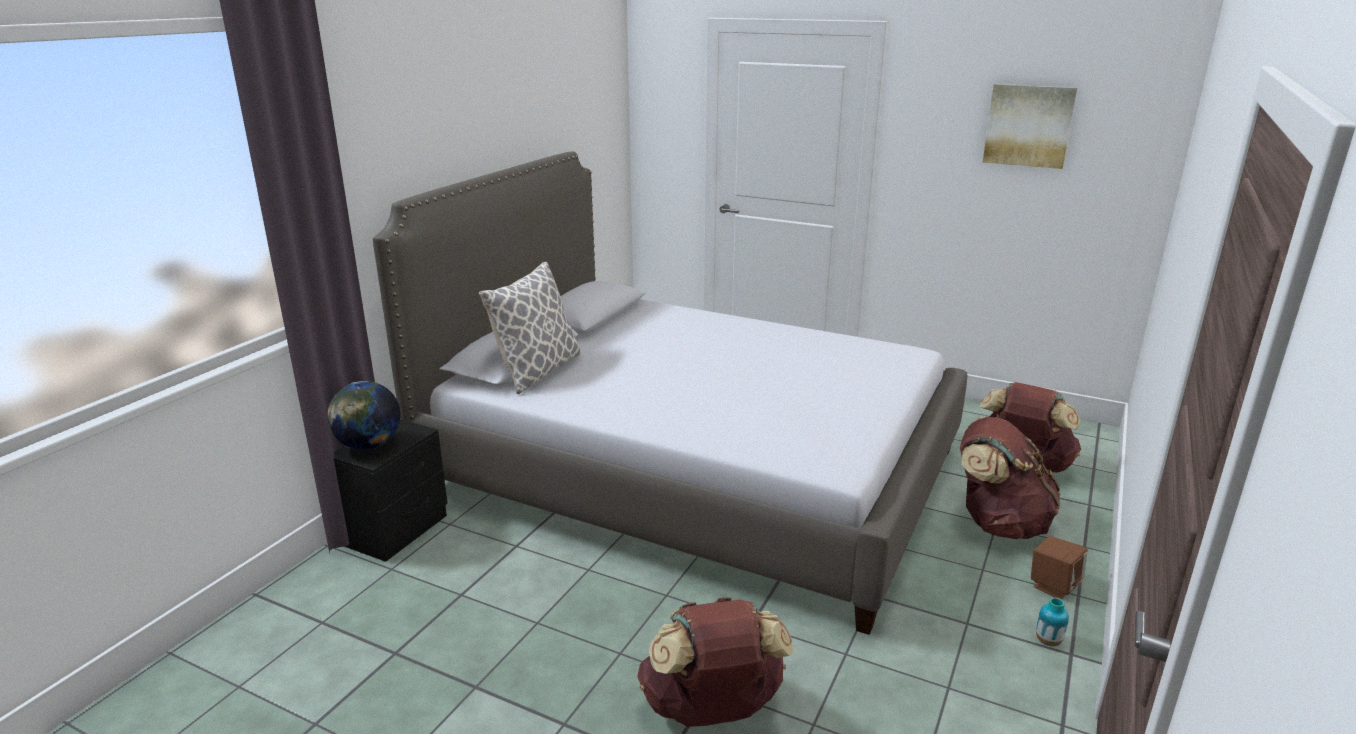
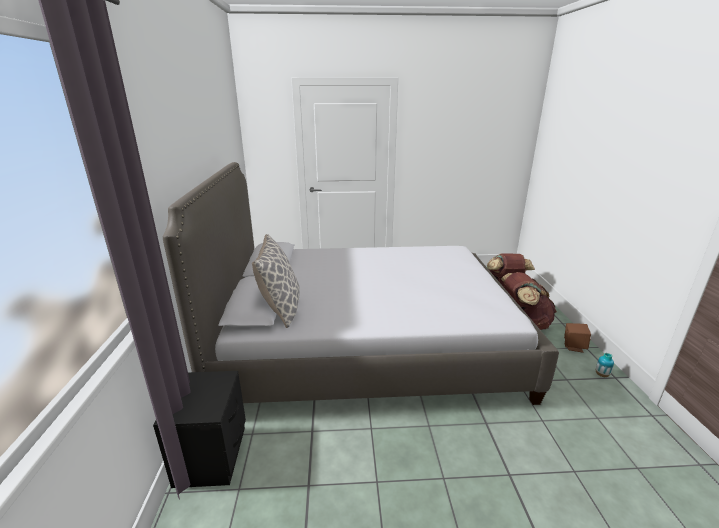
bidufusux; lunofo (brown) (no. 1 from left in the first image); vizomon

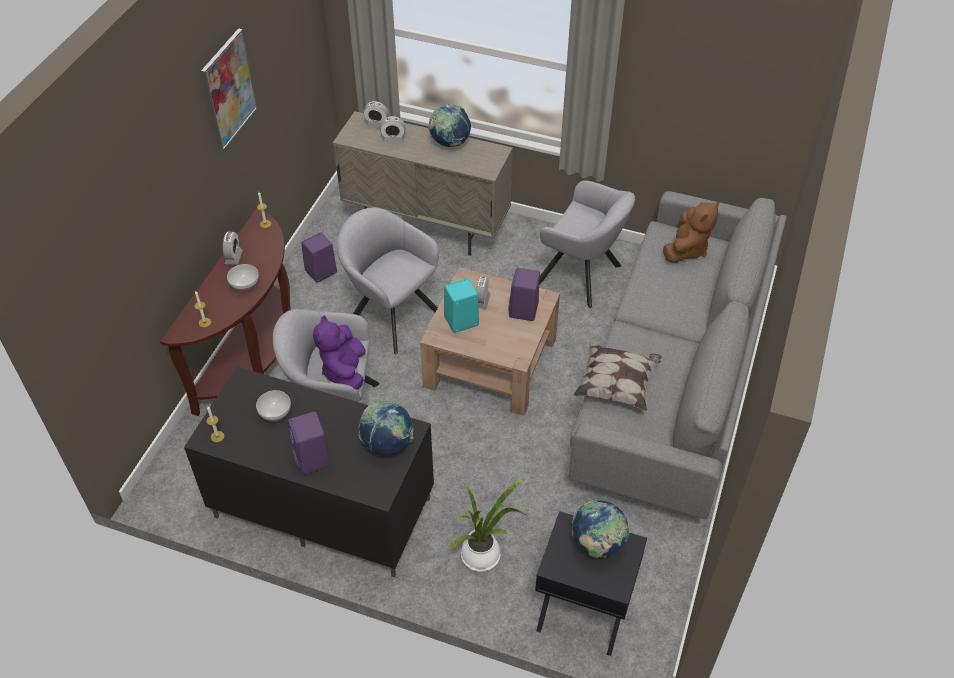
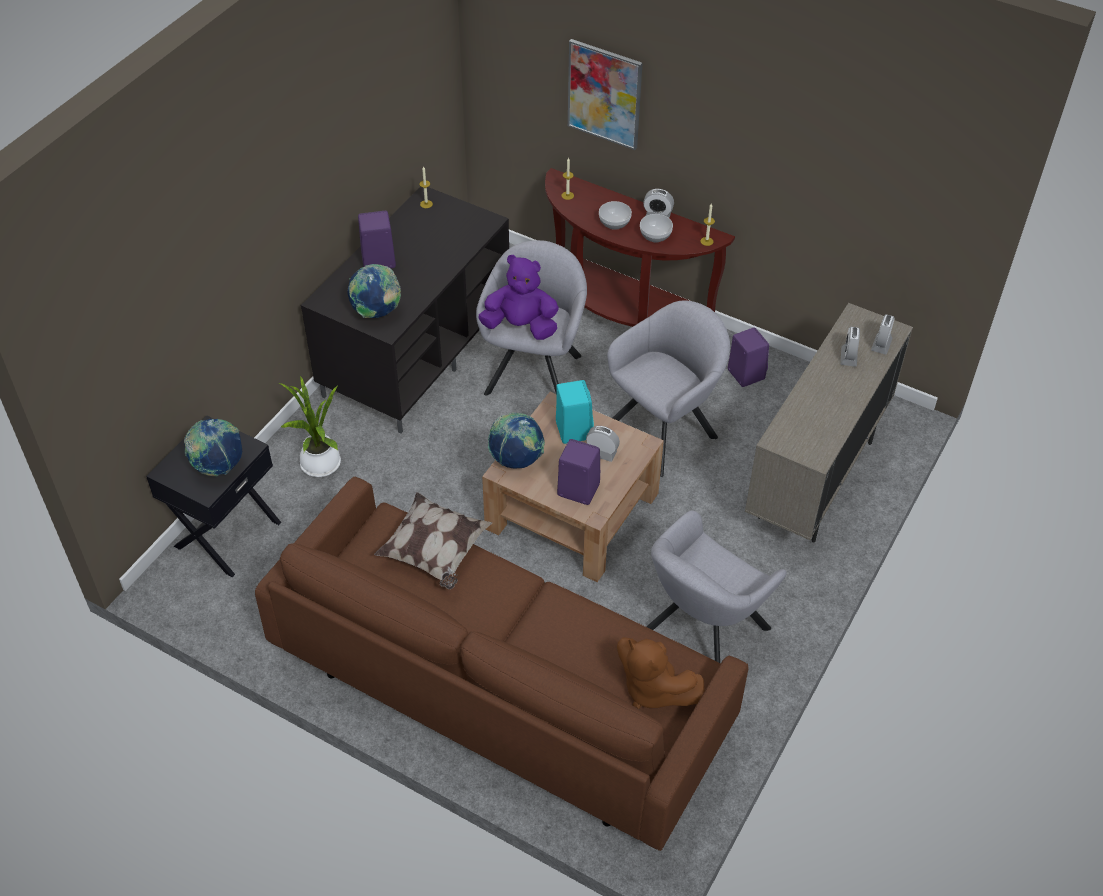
vizomon; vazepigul (no. 2 from left); bidufusux (no. 3 from left); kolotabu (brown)

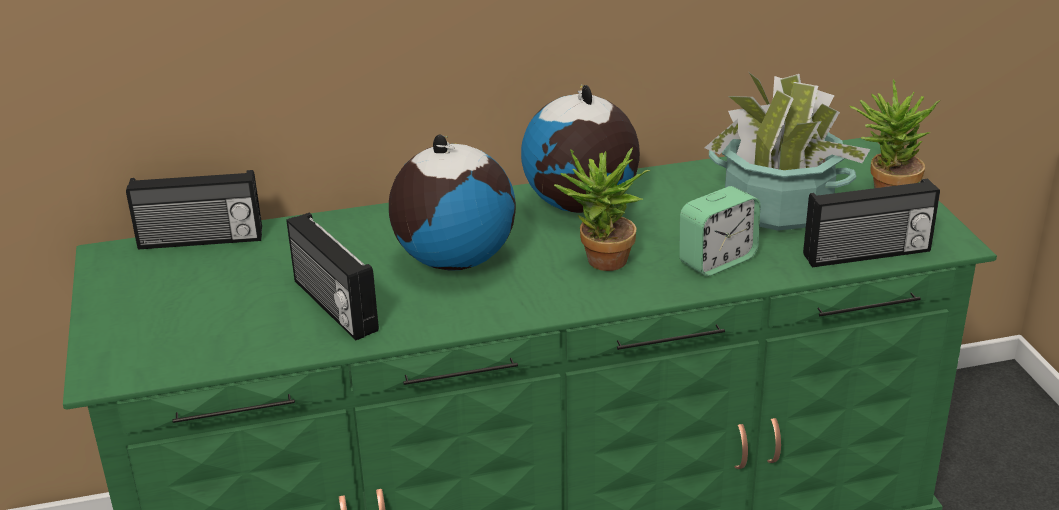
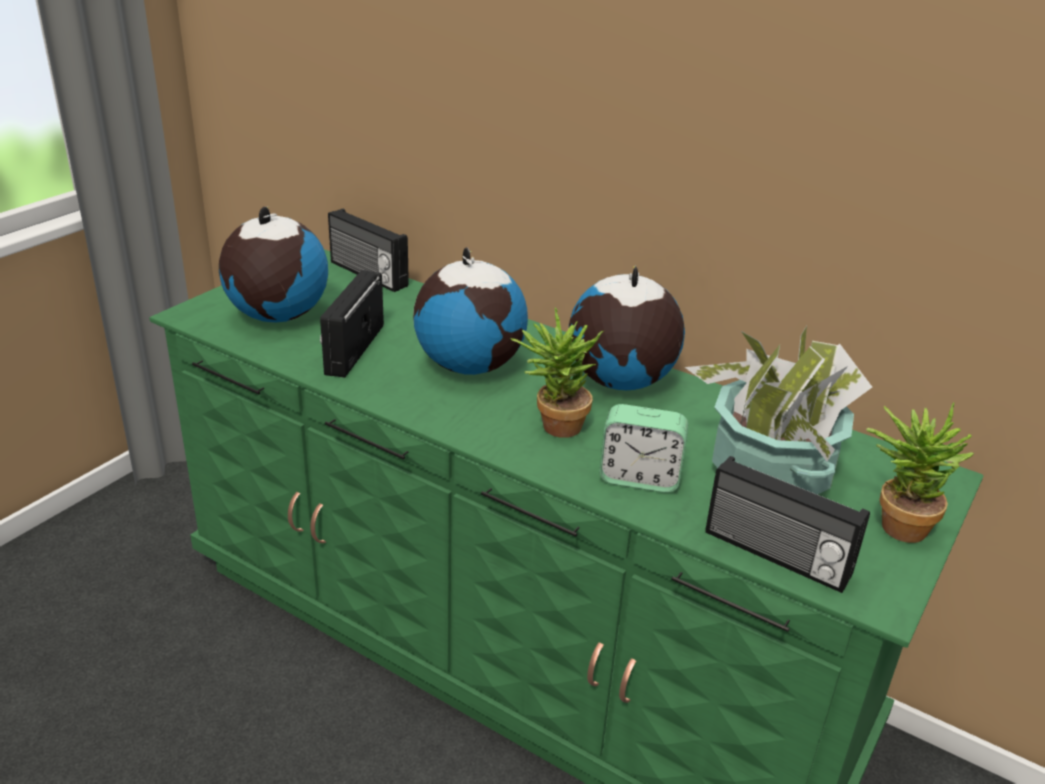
bidufusux (no. 1 from left)

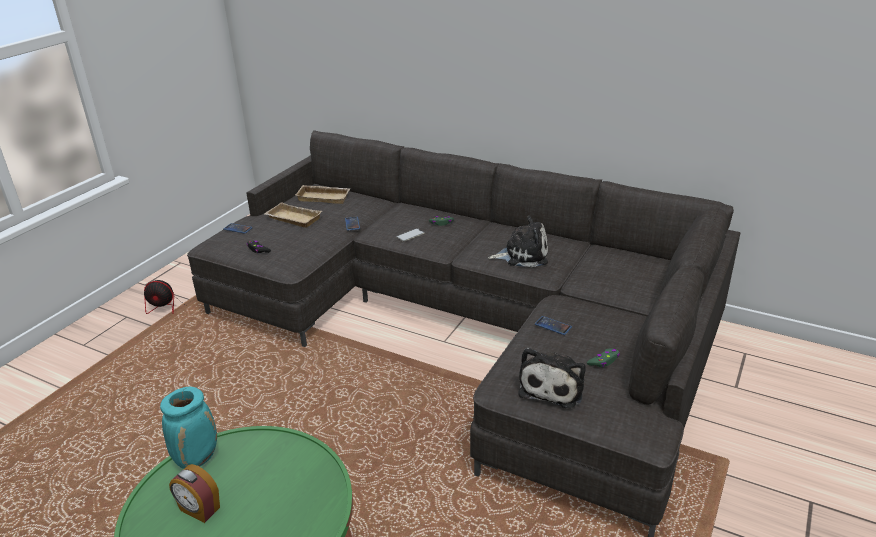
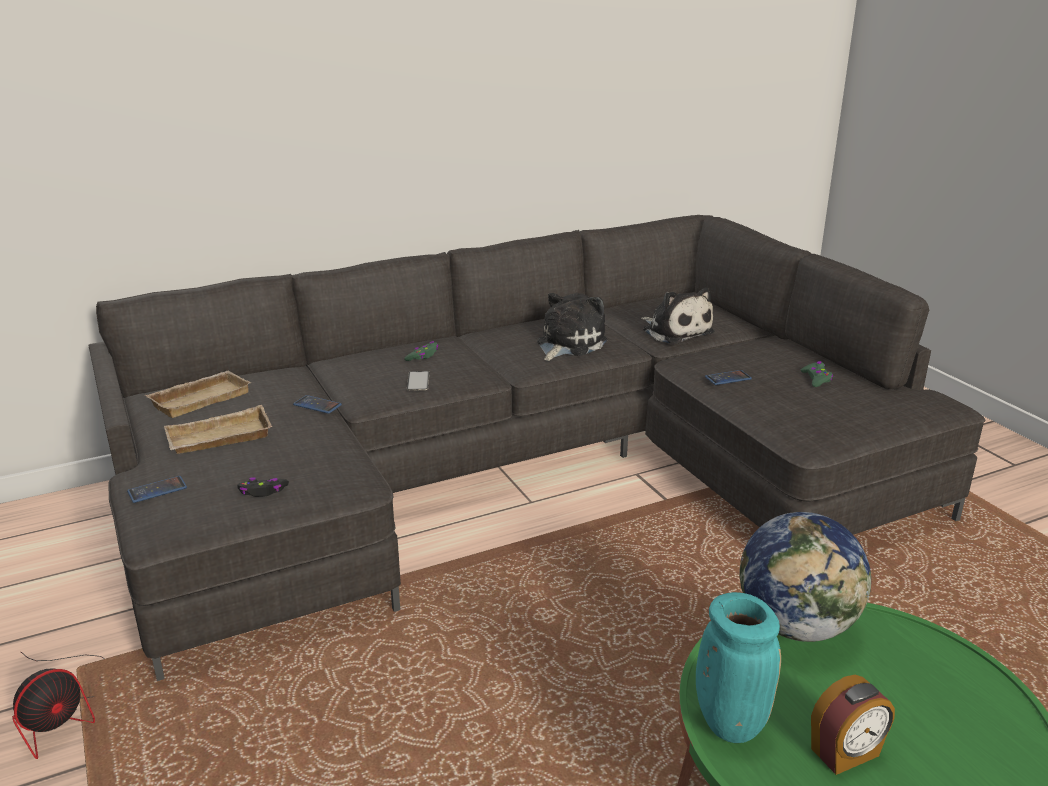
bidufusux; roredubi (no. 2 from left)

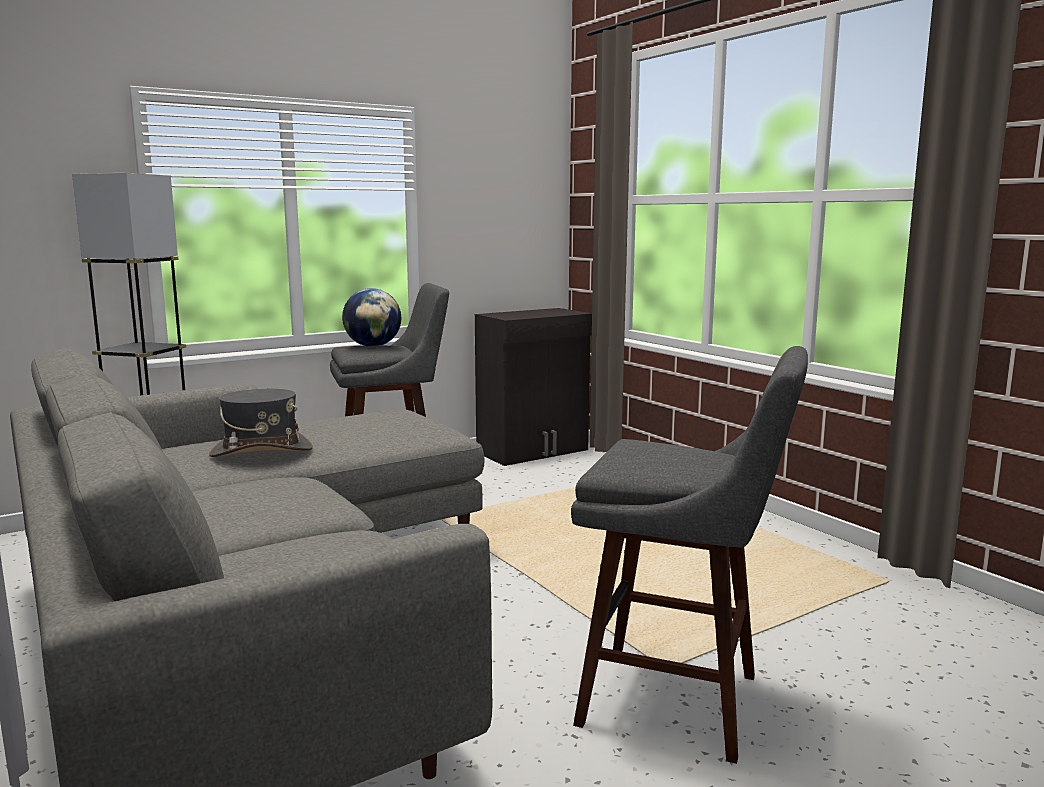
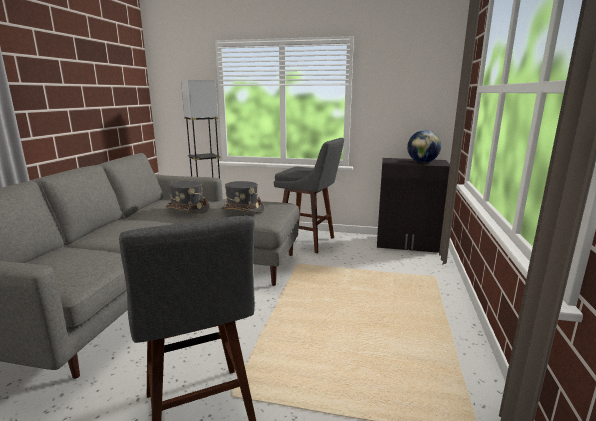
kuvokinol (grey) (no. 2 from left); bidufusux

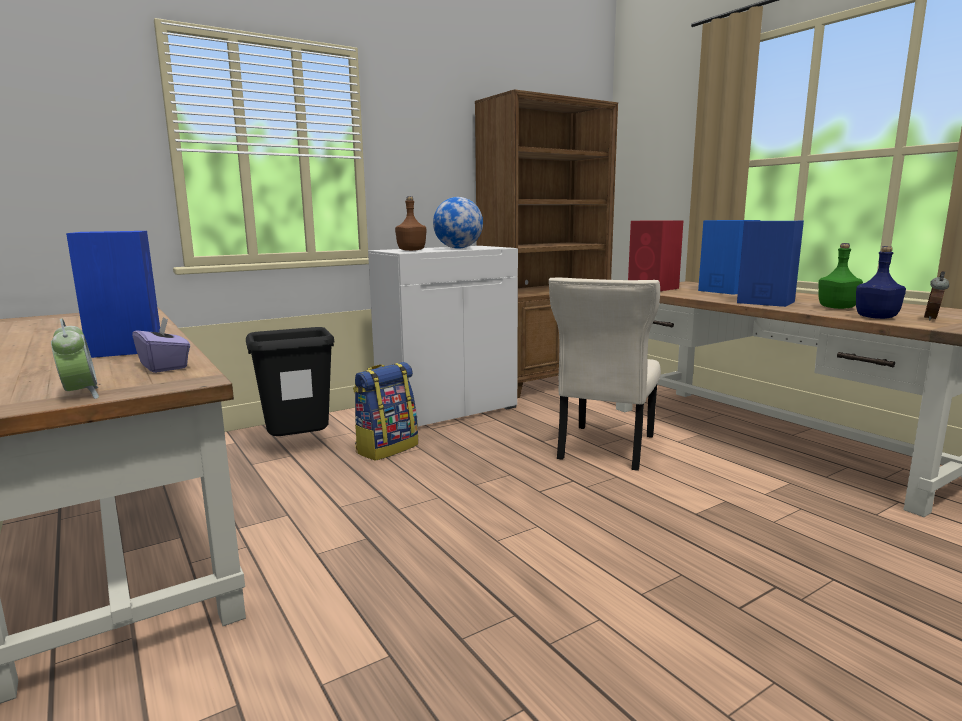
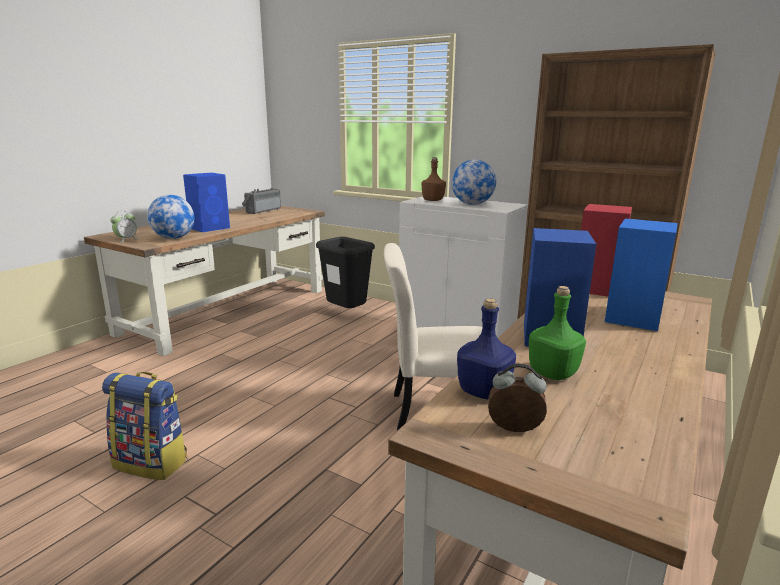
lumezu; lunofo; bidufusux (no. 1 from left)

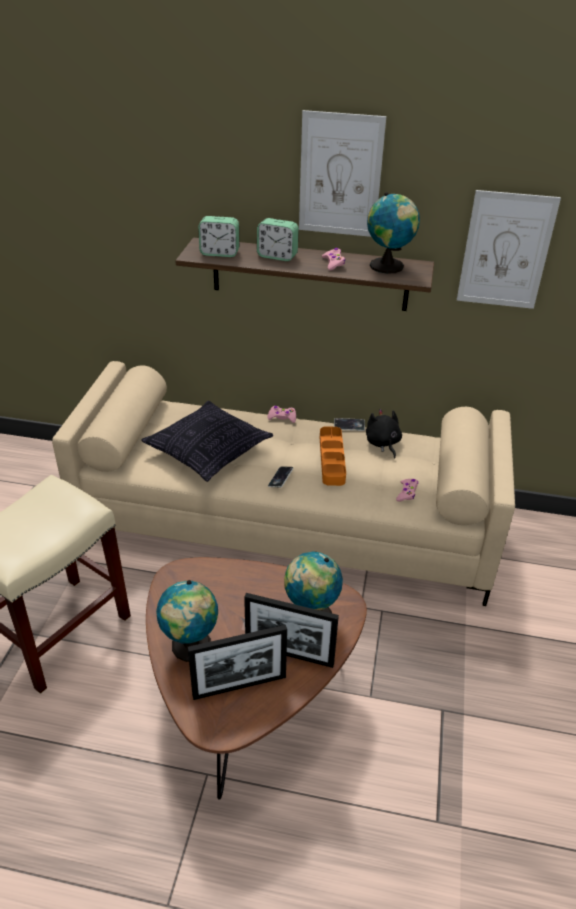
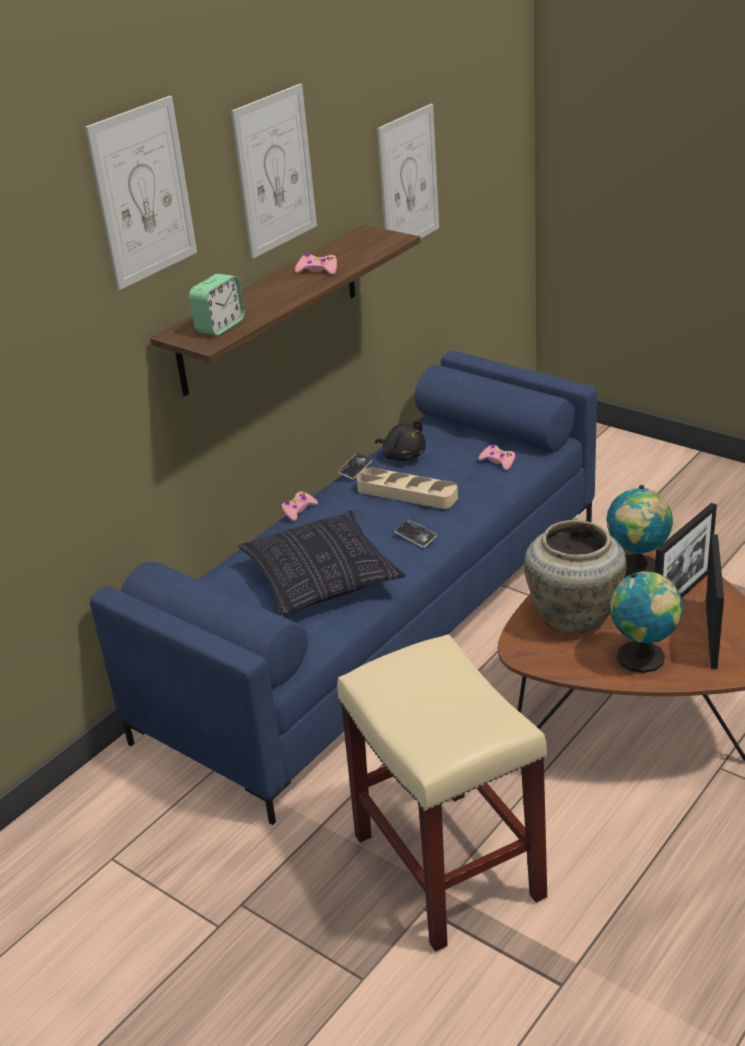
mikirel (no. 2 from left in the first image); bidufusux (no. 3 from left in the first image); vizomon (no. 1 from left); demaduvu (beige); kolotabu (blue); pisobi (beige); roredubi (black)

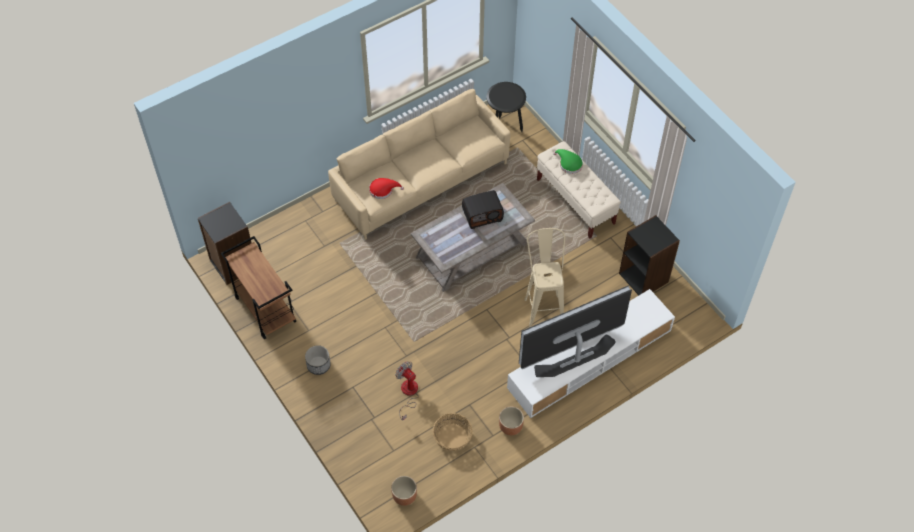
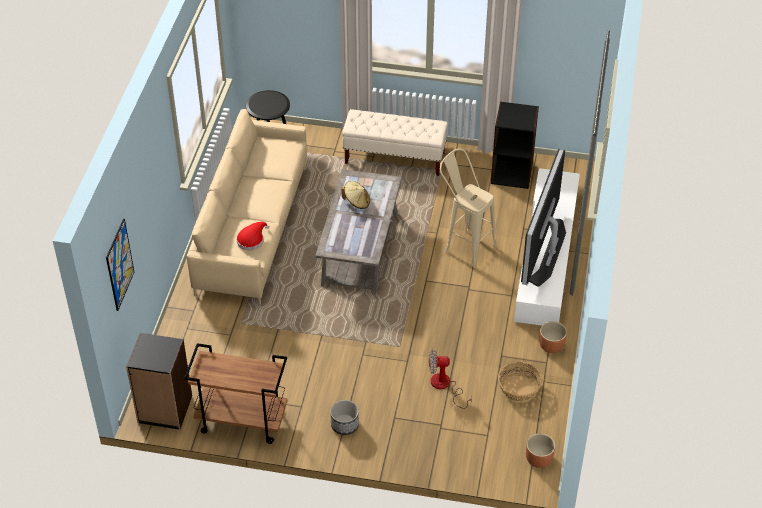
kuvokinol (green); vizomon; kuvokinol (beige)

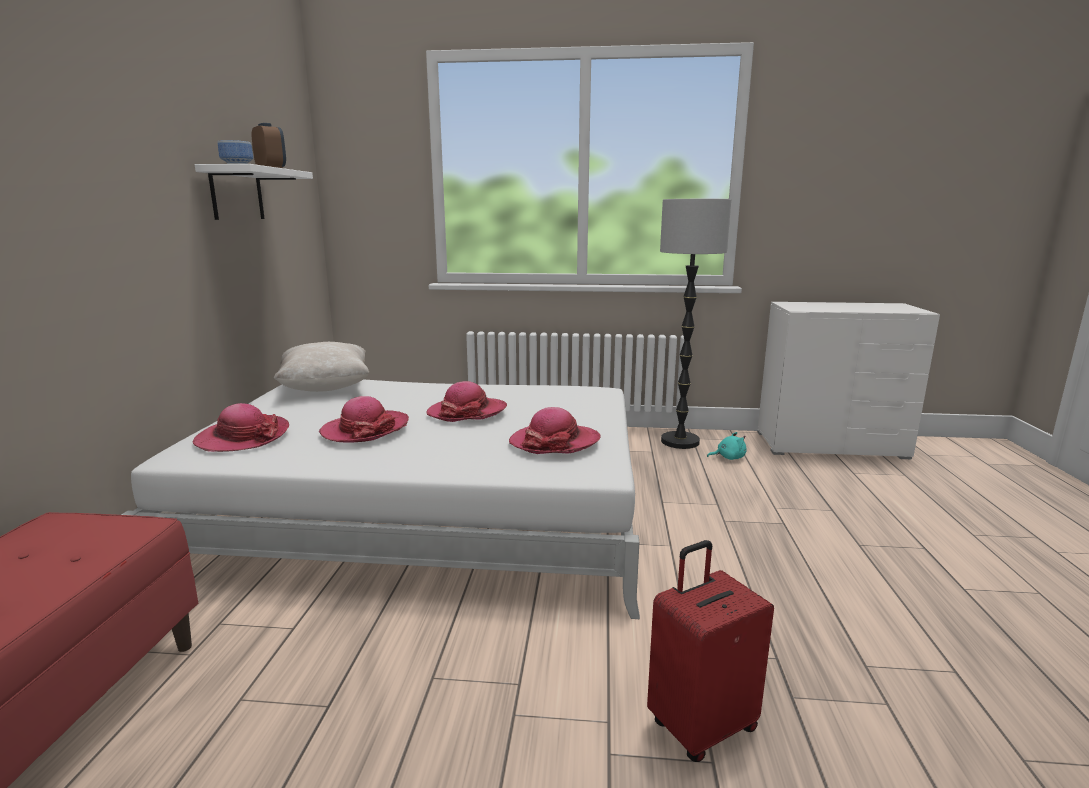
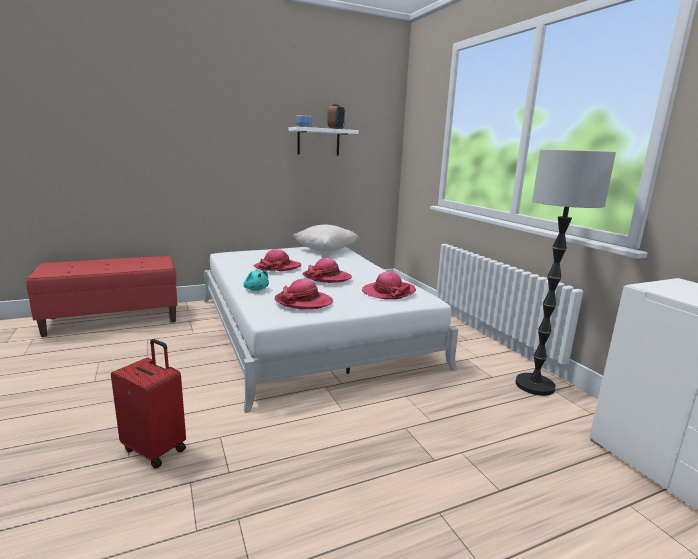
kuvokinol (no. 4 from left); roredubi (turquoise)

